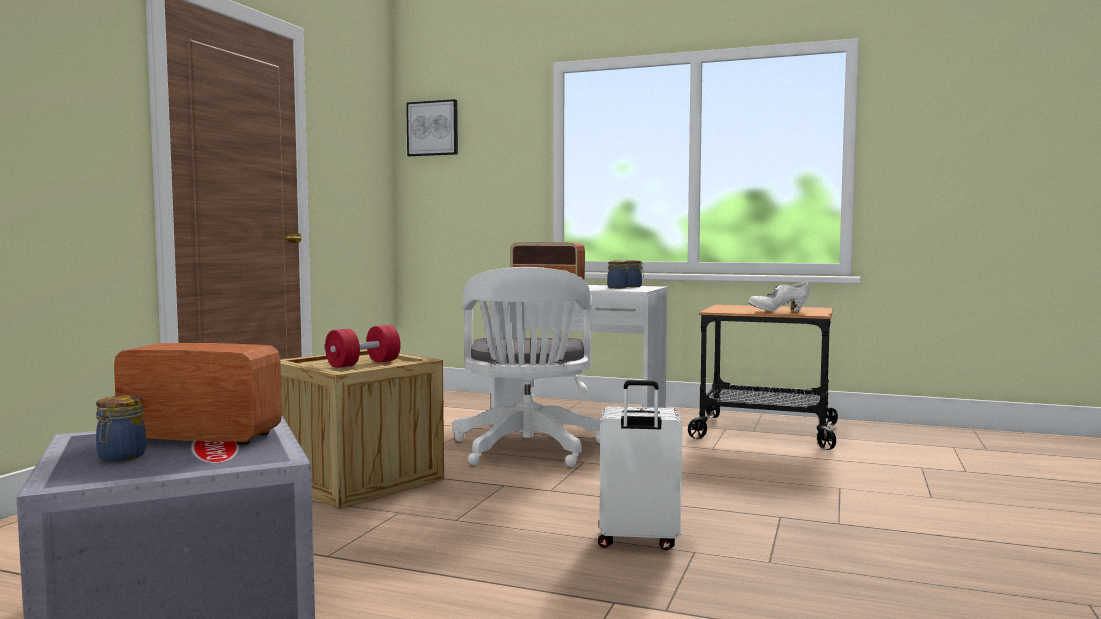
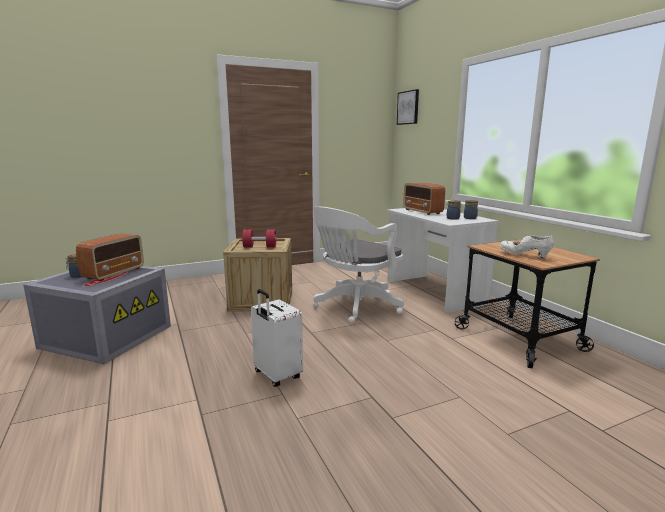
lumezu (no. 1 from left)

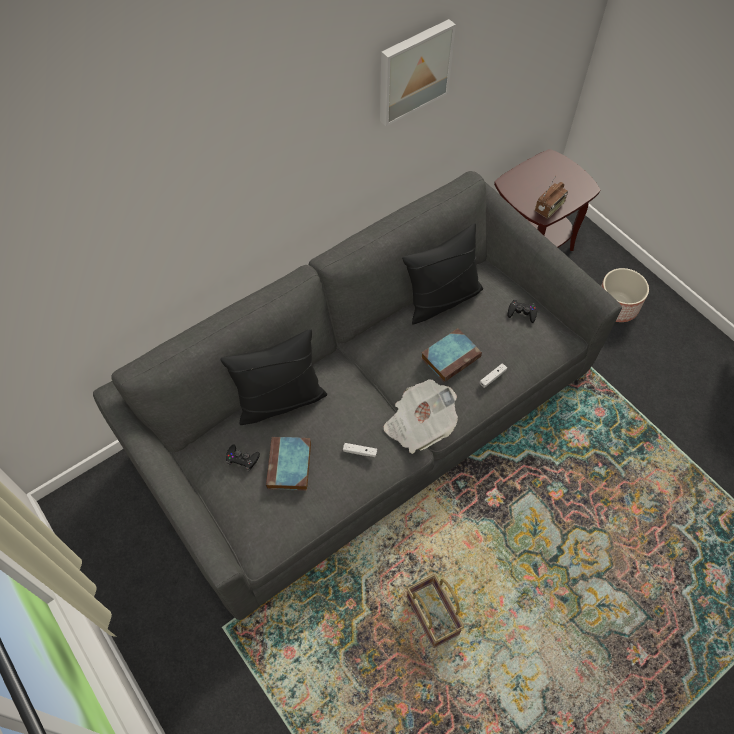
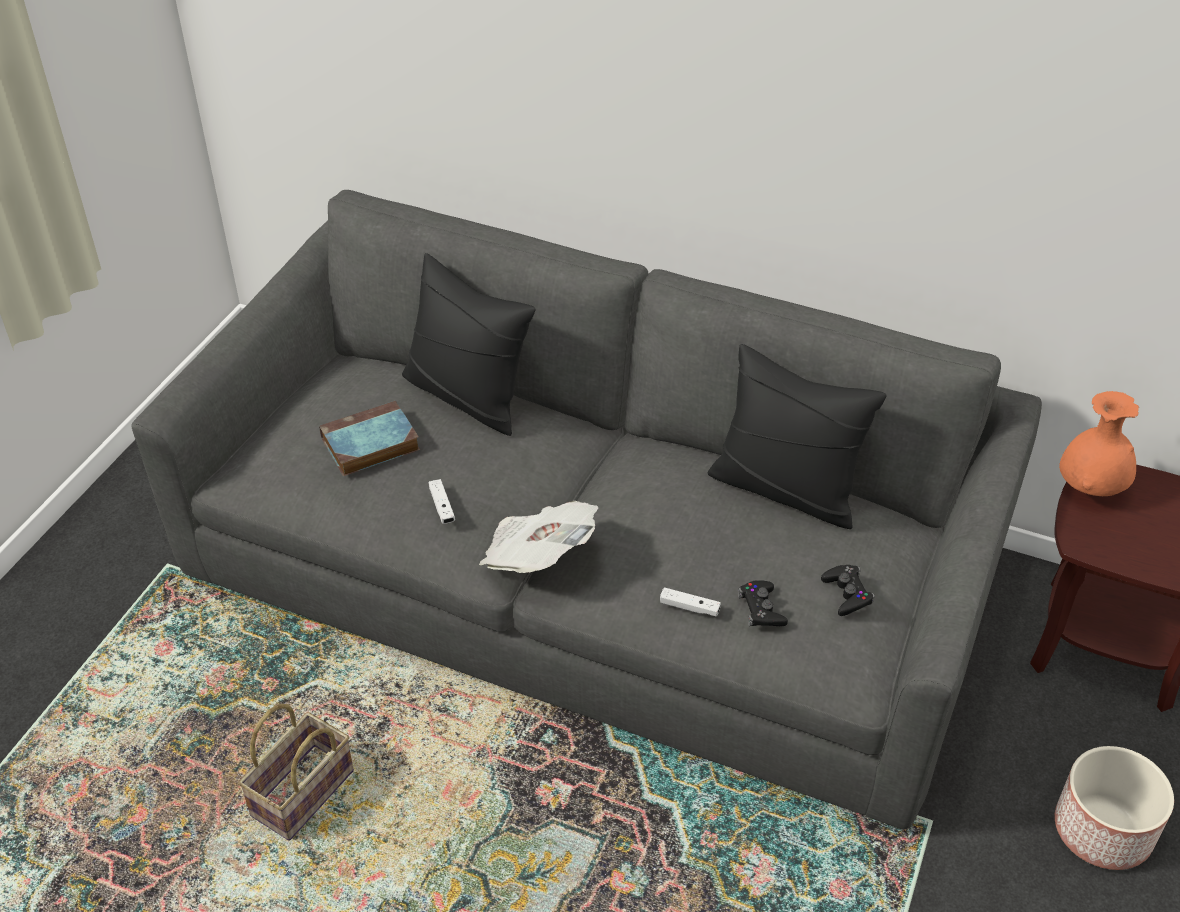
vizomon; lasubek (no. 2 from left in the first image); lumezu; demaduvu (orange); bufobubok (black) (no. 1 from left)

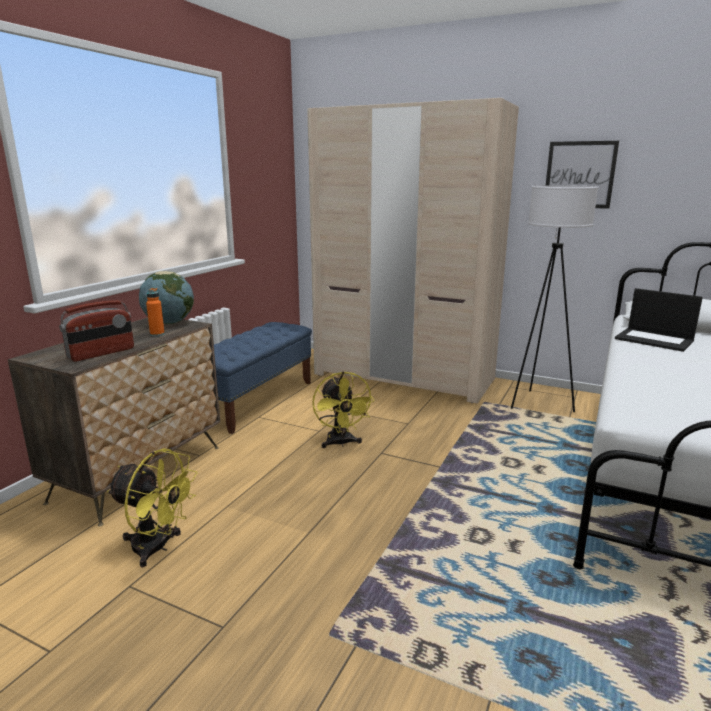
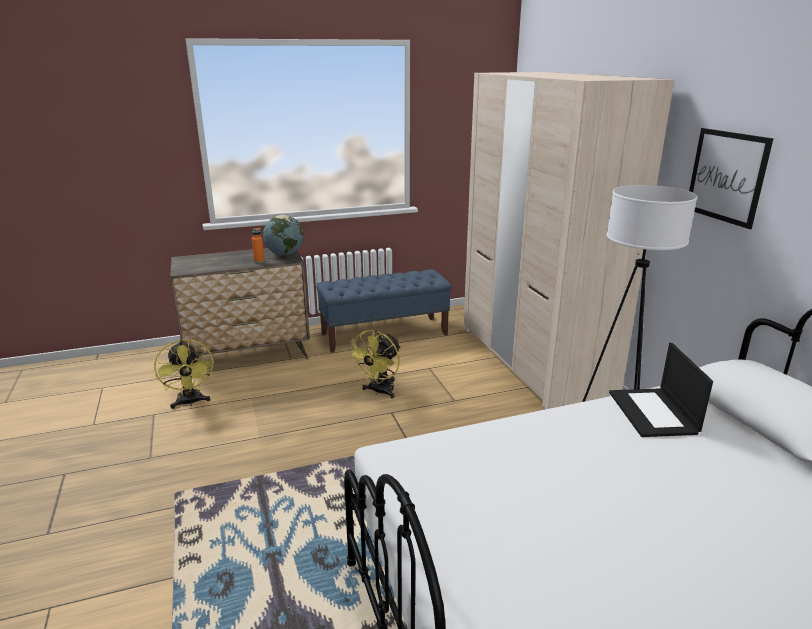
lumezu

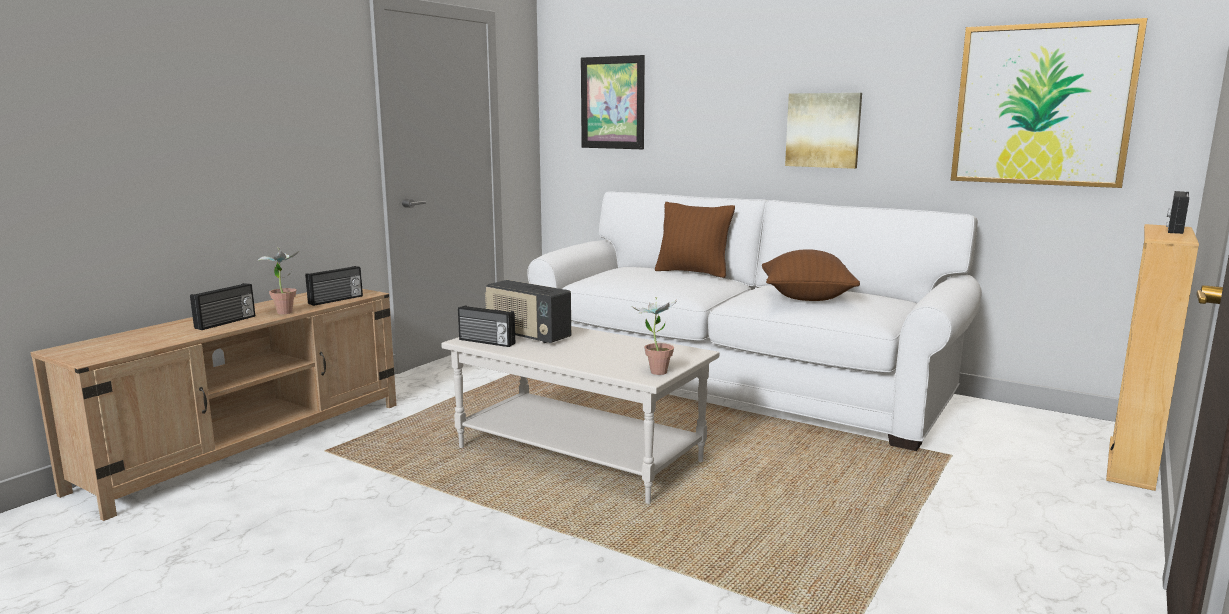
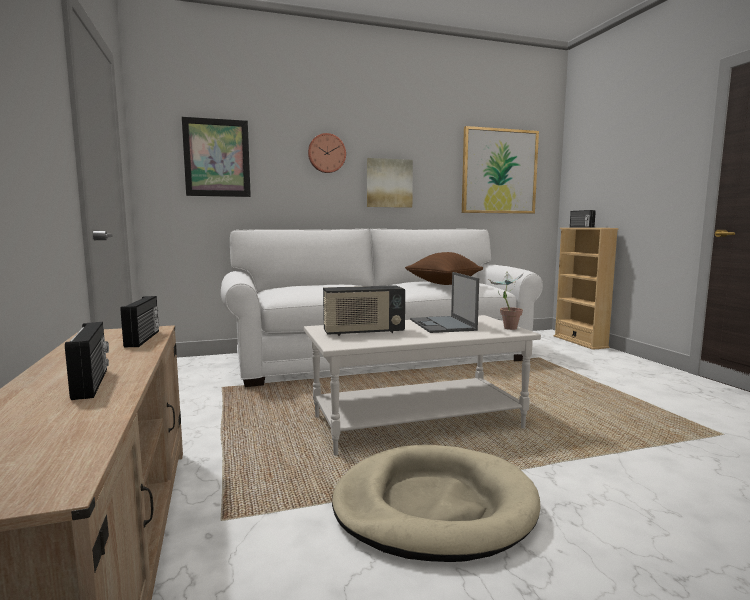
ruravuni (no. 1 from left in the first image); lumezu (no. 3 from left in the first image); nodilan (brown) (no. 1 from left in the first image); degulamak; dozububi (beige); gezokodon

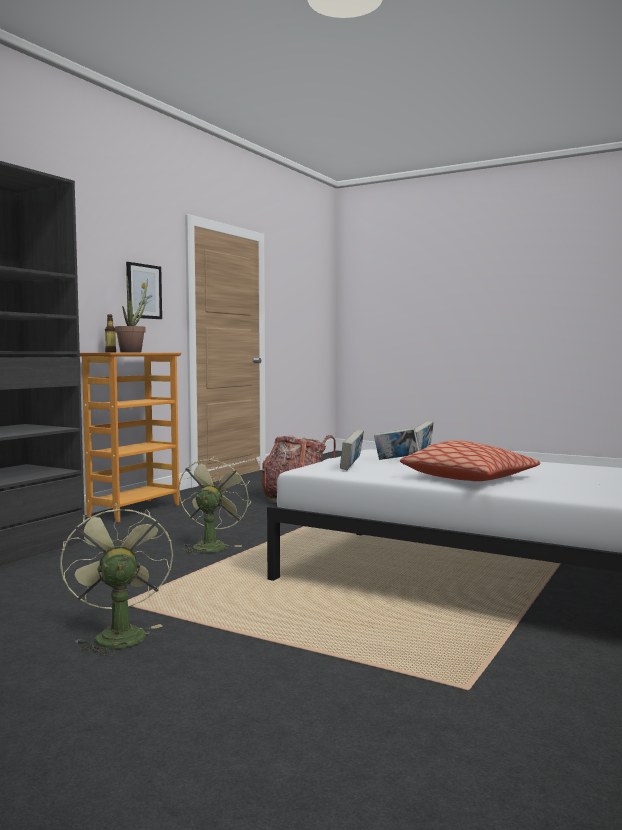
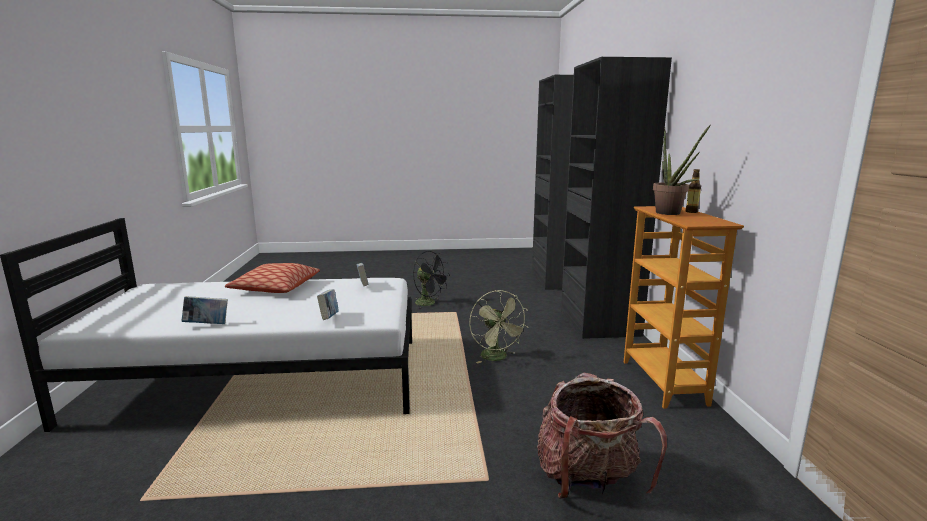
vizomon; lasubek (no. 1 from left); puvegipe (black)

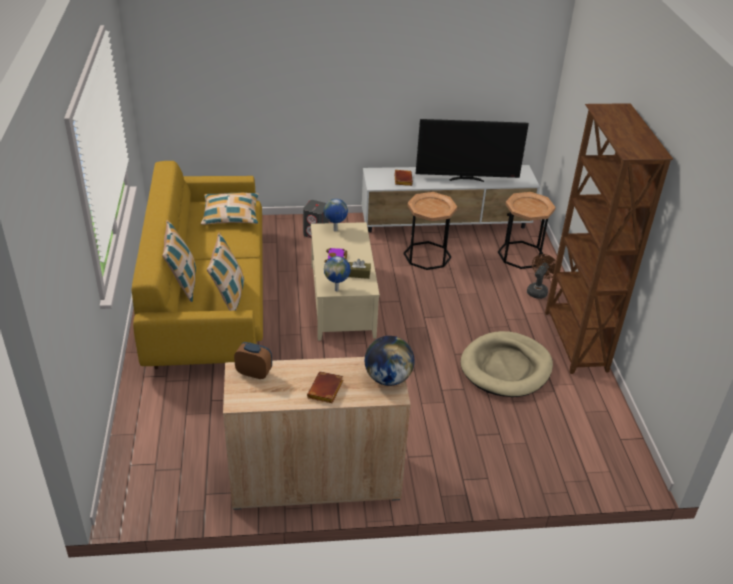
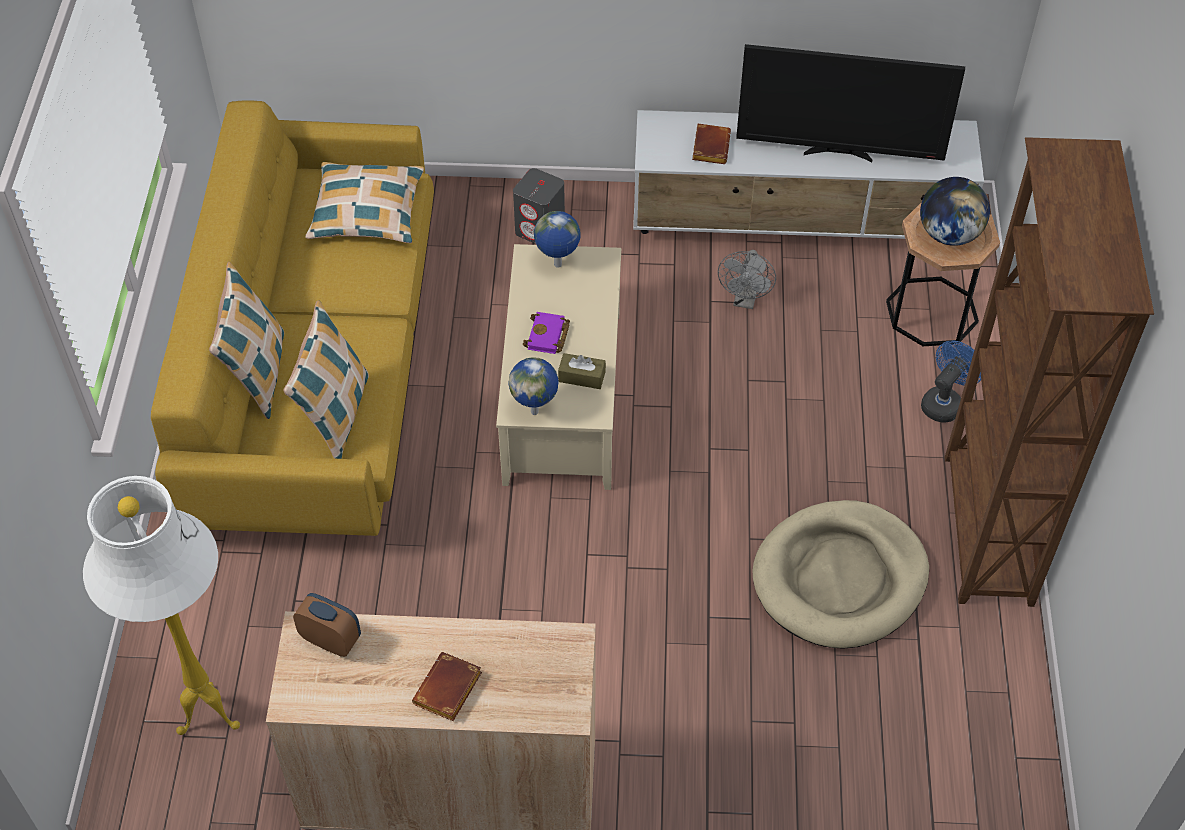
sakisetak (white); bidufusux (no. 3 from left); puvegipe (grey); puvegipe (blue)

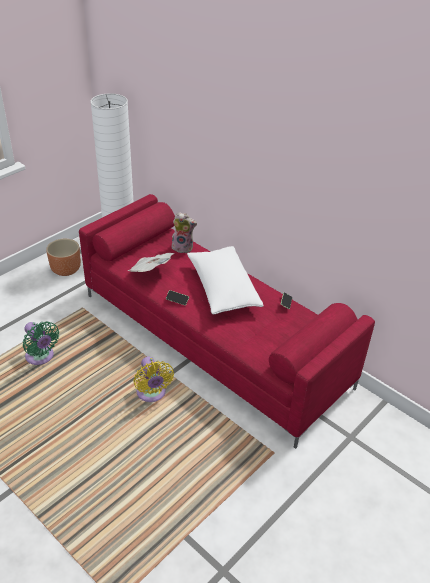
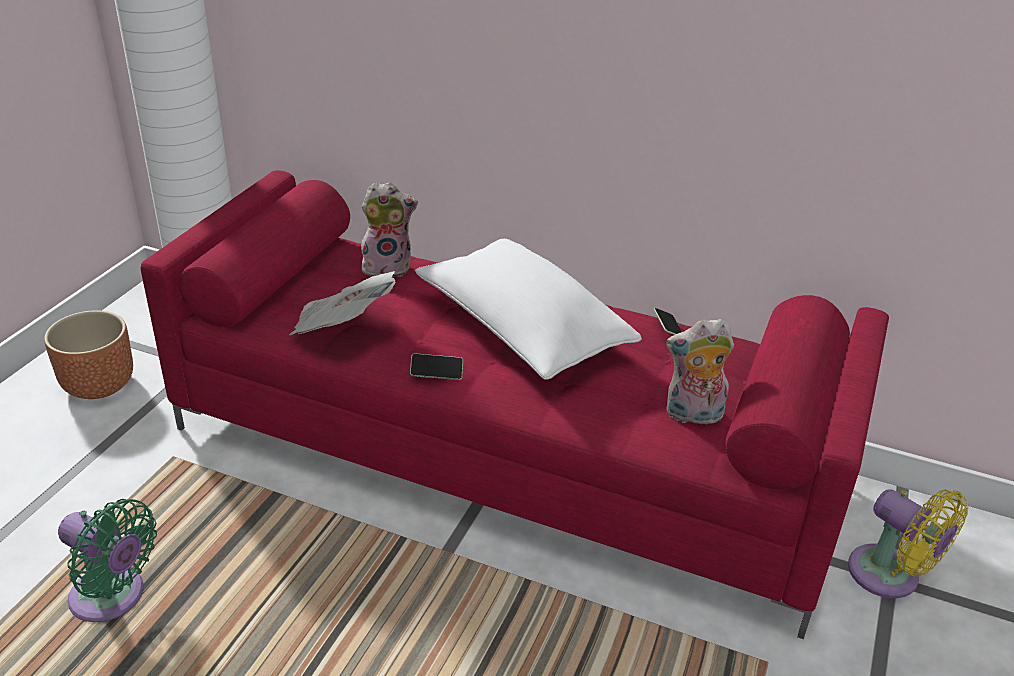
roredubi (no. 2 from left); puvegipe (yellow)

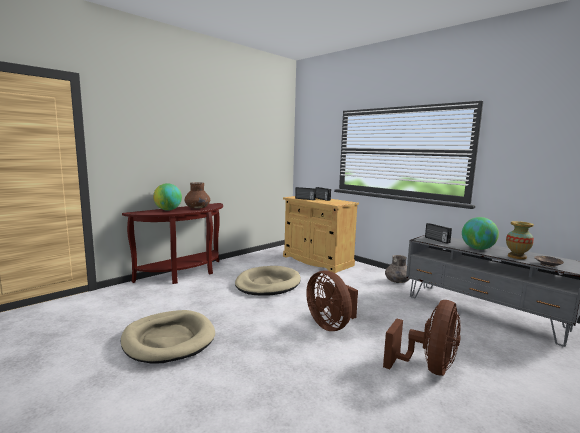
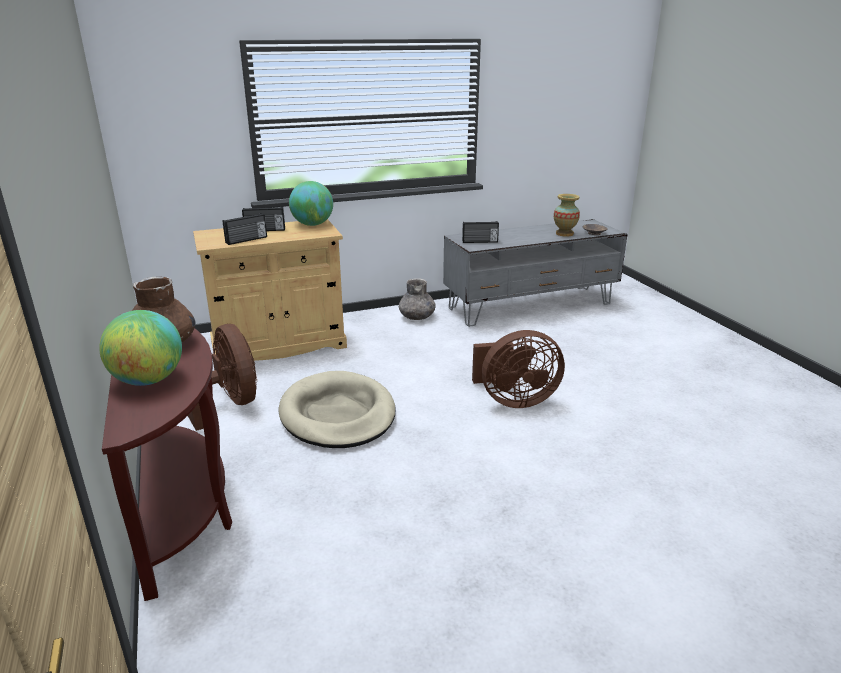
dozububi (beige) (no. 1 from left in the first image); puvegipe (brown) (no. 1 from left); bidufusux (no. 2 from left)

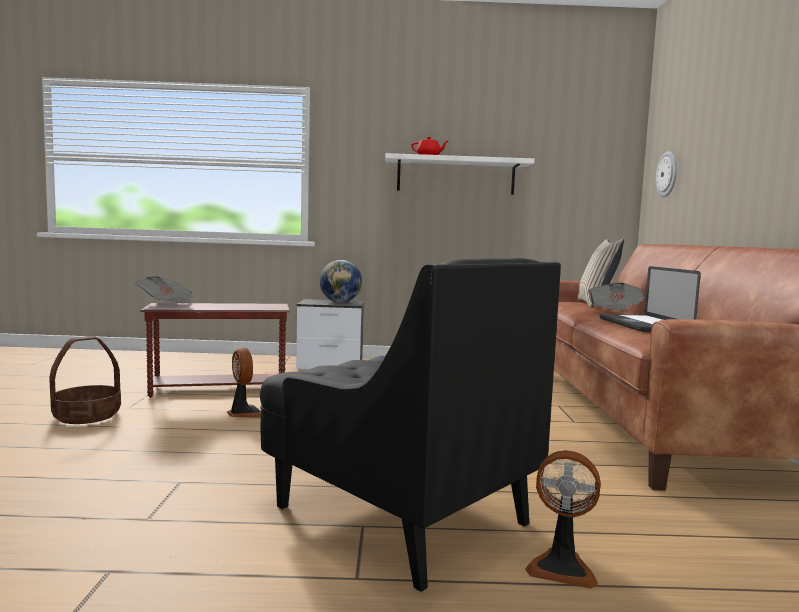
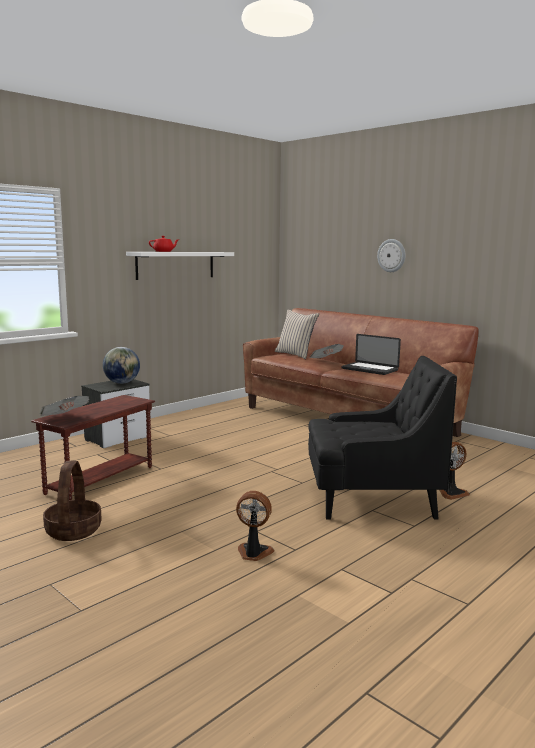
puvegipe (no. 1 from left); degulamak

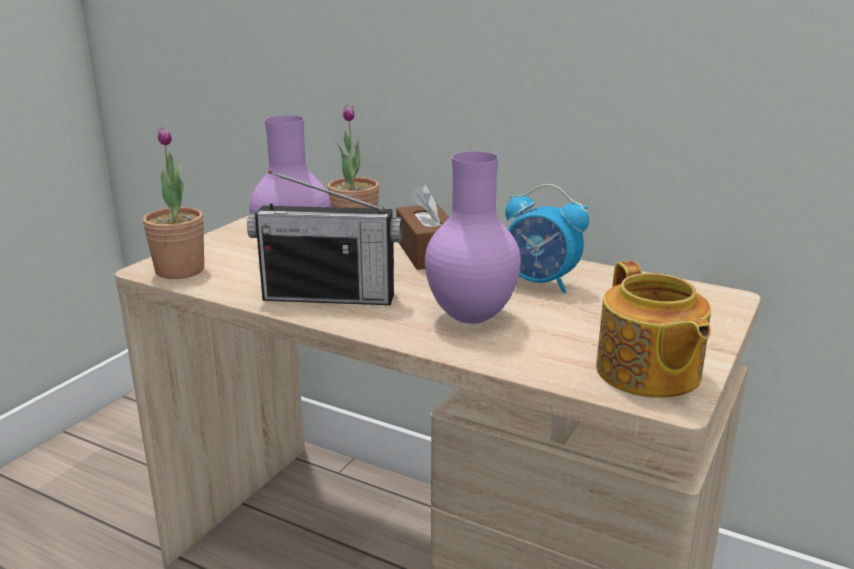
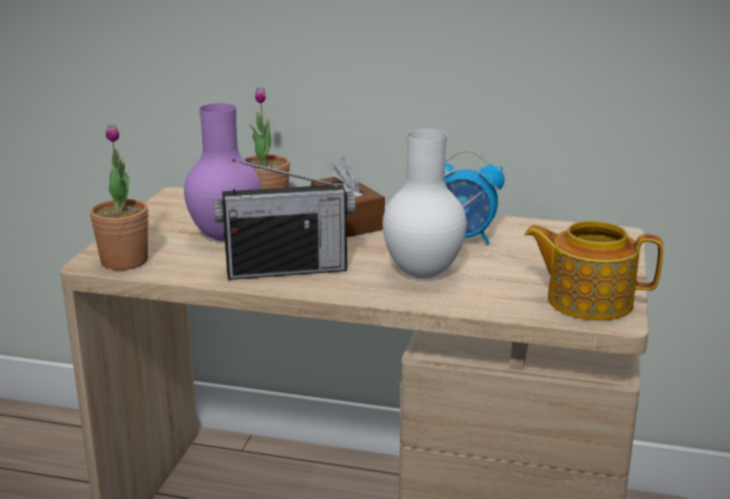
demaduvu (white); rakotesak

